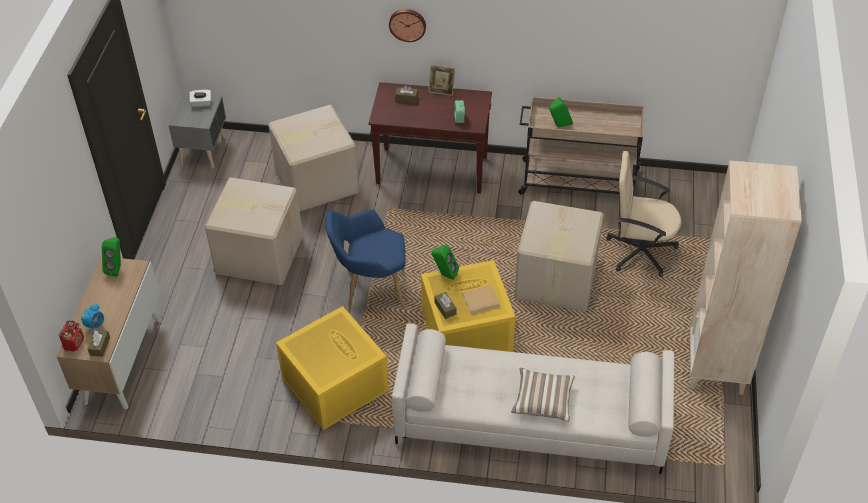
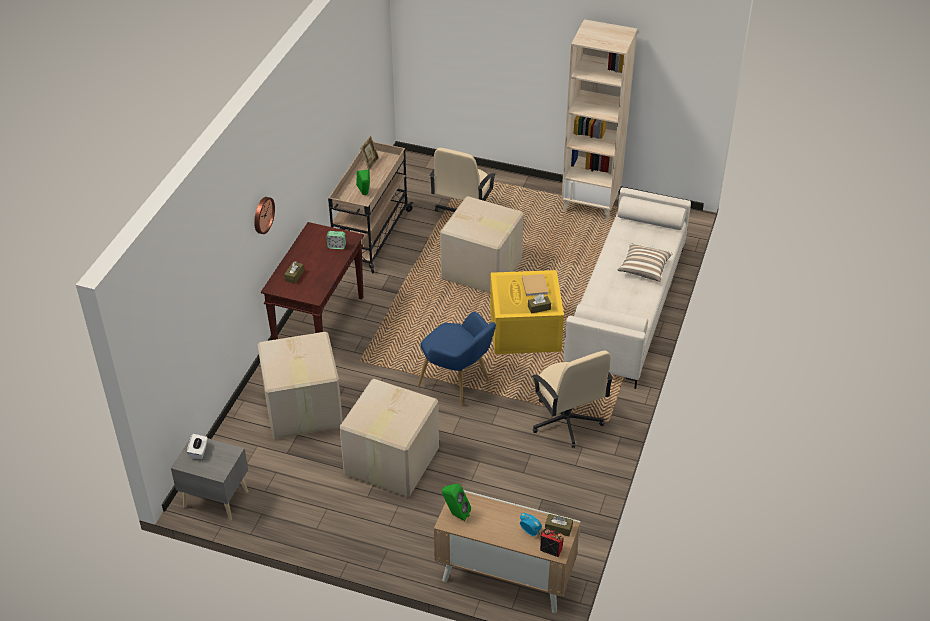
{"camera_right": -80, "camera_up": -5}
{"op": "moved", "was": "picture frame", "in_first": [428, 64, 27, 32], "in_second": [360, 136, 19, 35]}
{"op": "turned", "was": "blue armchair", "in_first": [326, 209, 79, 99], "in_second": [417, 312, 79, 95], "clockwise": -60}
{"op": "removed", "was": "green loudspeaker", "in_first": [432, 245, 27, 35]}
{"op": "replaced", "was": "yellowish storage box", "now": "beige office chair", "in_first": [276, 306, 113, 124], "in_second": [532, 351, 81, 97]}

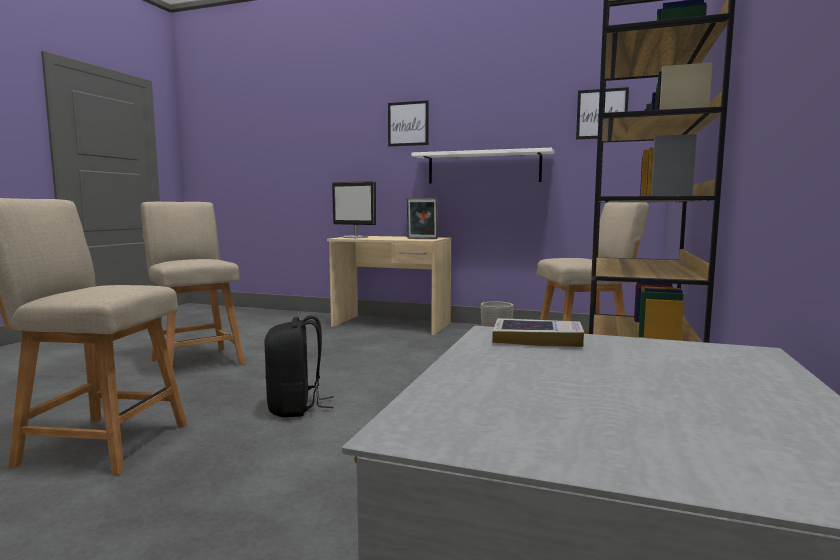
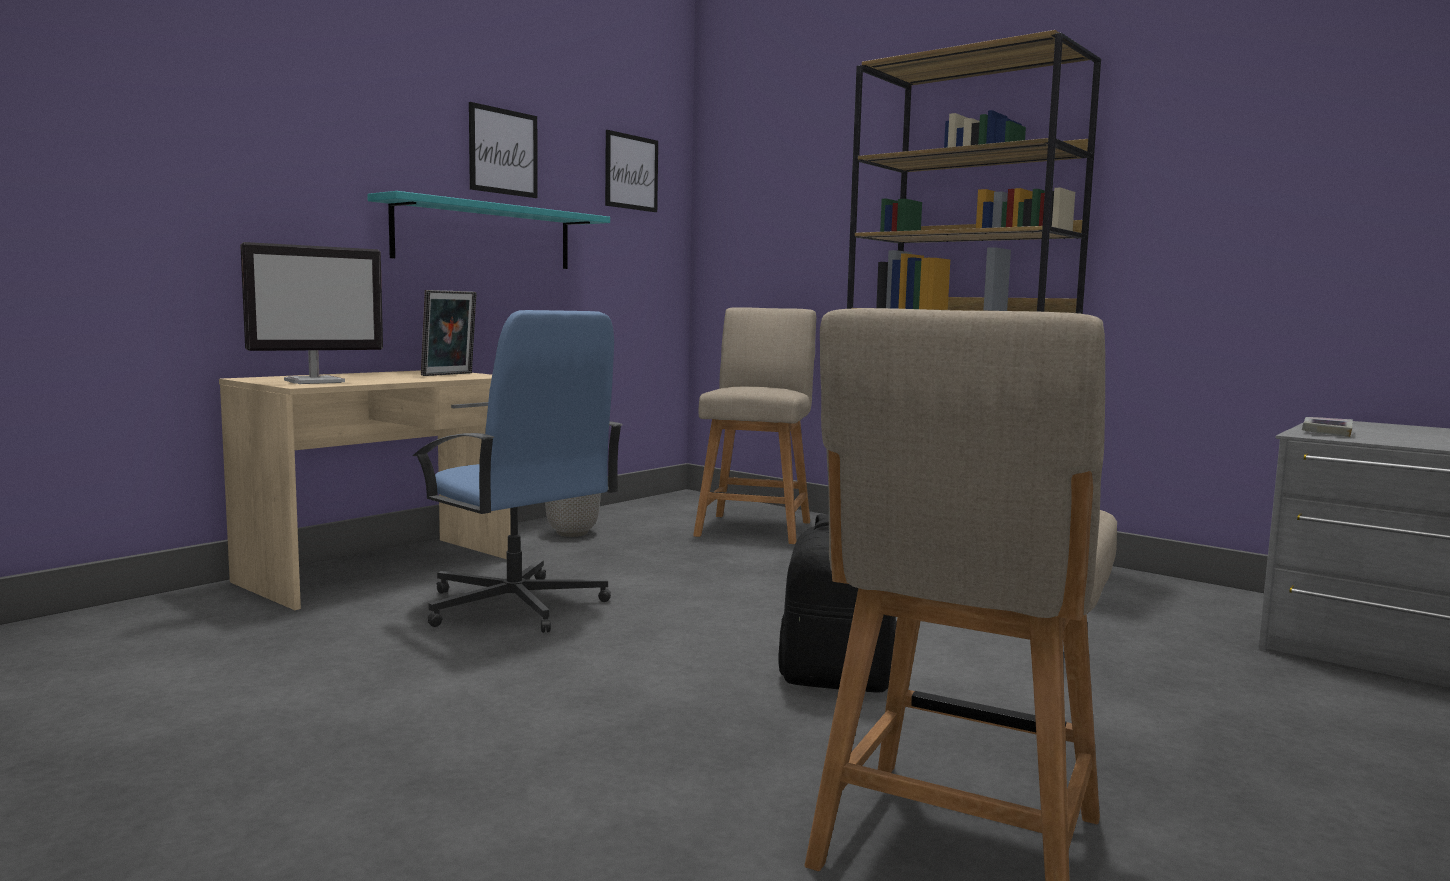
{"camera_right": -70, "camera_up": 0}
{"op": "moved", "was": "wall art", "in_first": [388, 100, 41, 46], "in_second": [469, 102, 69, 96]}
{"op": "recoloured", "was": "white-coloured bracket shelf", "now": "turquoise bracket shelf", "in_first": [411, 148, 143, 36], "in_second": [367, 191, 243, 78]}
{"op": "removed", "was": "beige upright chair", "in_first": [140, 202, 106, 165]}
{"op": "added", "now": "blue office chair", "in_second": [413, 310, 210, 323]}

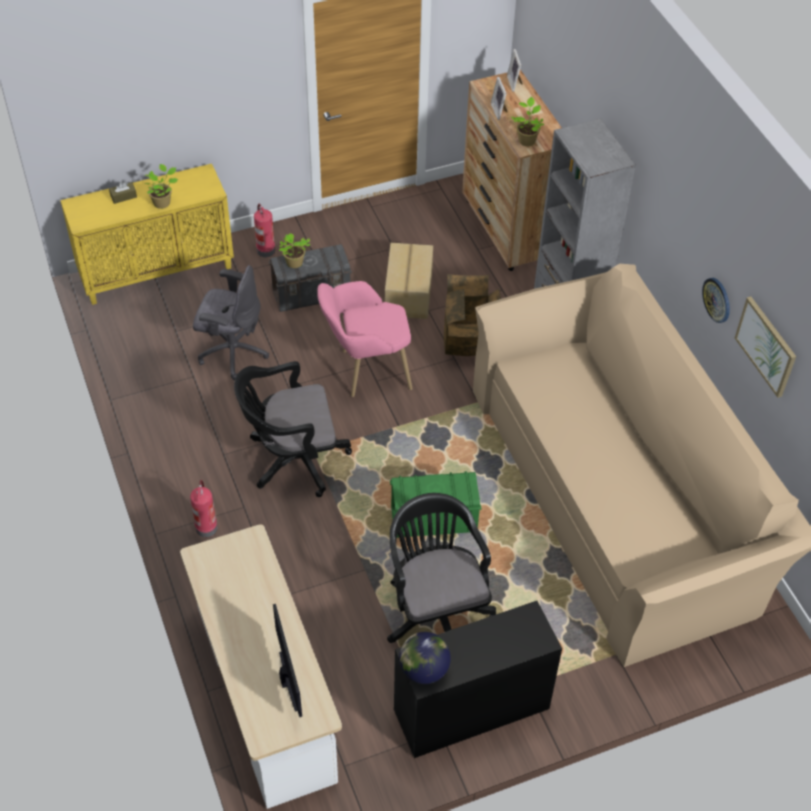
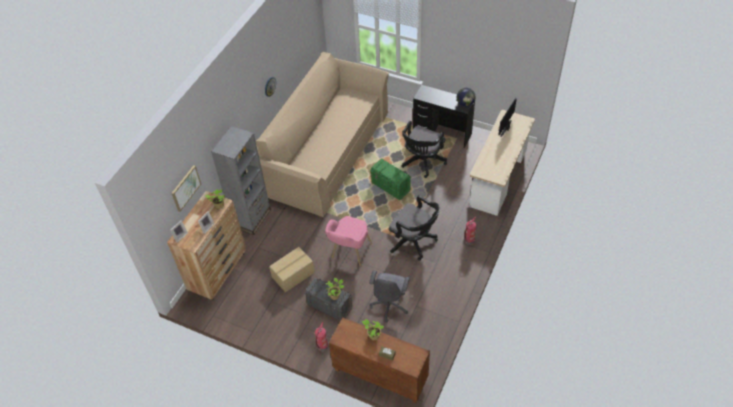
{"camera_right": -130, "camera_up": 0}
{"op": "recoloured", "was": "yellowish cupboard", "now": "brownish cupboard", "in_first": [60, 164, 174, 141], "in_second": [329, 317, 101, 87]}
{"op": "turned", "was": "grey office chair", "in_first": [193, 265, 76, 115], "in_second": [369, 270, 41, 52], "clockwise": -135}
{"op": "removed", "was": "cardboard box", "in_first": [443, 274, 58, 82]}
{"op": "turned", "was": "pink-coloured armchair", "in_first": [317, 281, 96, 116], "in_second": [325, 216, 47, 51], "clockwise": 75}
{"op": "moved", "was": "wall art", "in_first": [735, 296, 61, 102], "in_second": [172, 165, 29, 47]}

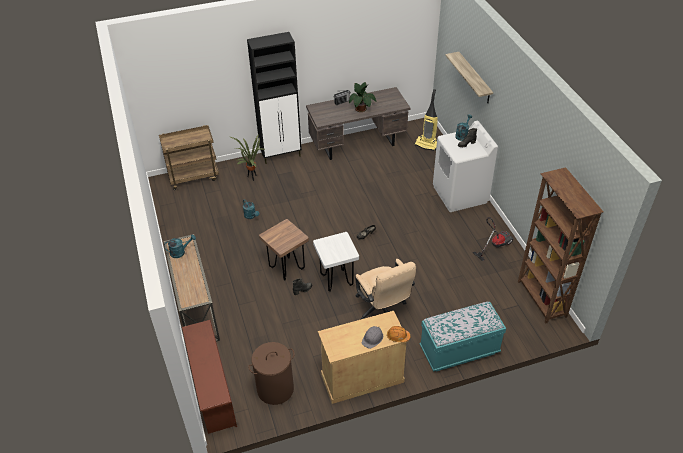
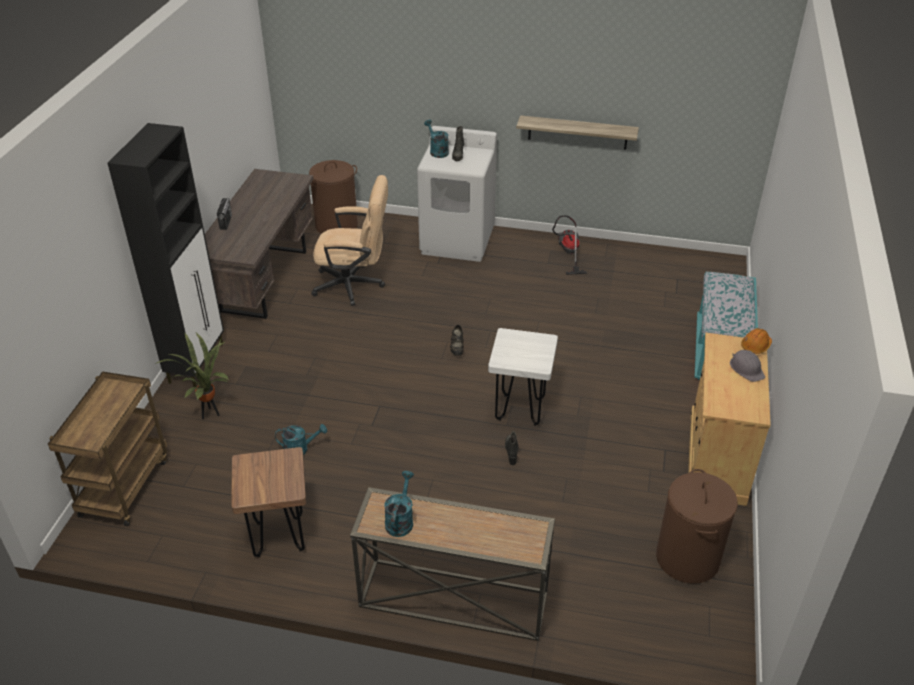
{"camera_right": -60, "camera_up": -5}
{"op": "moved", "was": "bracket shelf", "in_first": [445, 52, 48, 51], "in_second": [516, 115, 123, 35]}
{"op": "removed", "was": "houseplant", "in_first": [349, 82, 27, 30]}
{"op": "replaced", "was": "vacuum", "now": "brownish washing basket", "in_first": [414, 89, 24, 62], "in_second": [309, 160, 49, 74]}
{"op": "removed", "was": "brownish shelving unit", "in_first": [518, 167, 86, 156]}
{"op": "moved", "was": "brownish stool", "in_first": [259, 219, 50, 61], "in_second": [231, 447, 75, 110]}
{"op": "moved", "was": "beige office chair", "in_first": [355, 259, 61, 60], "in_second": [311, 175, 77, 131]}
{"op": "removed", "was": "brownish shoe shelf", "in_first": [182, 320, 55, 114]}

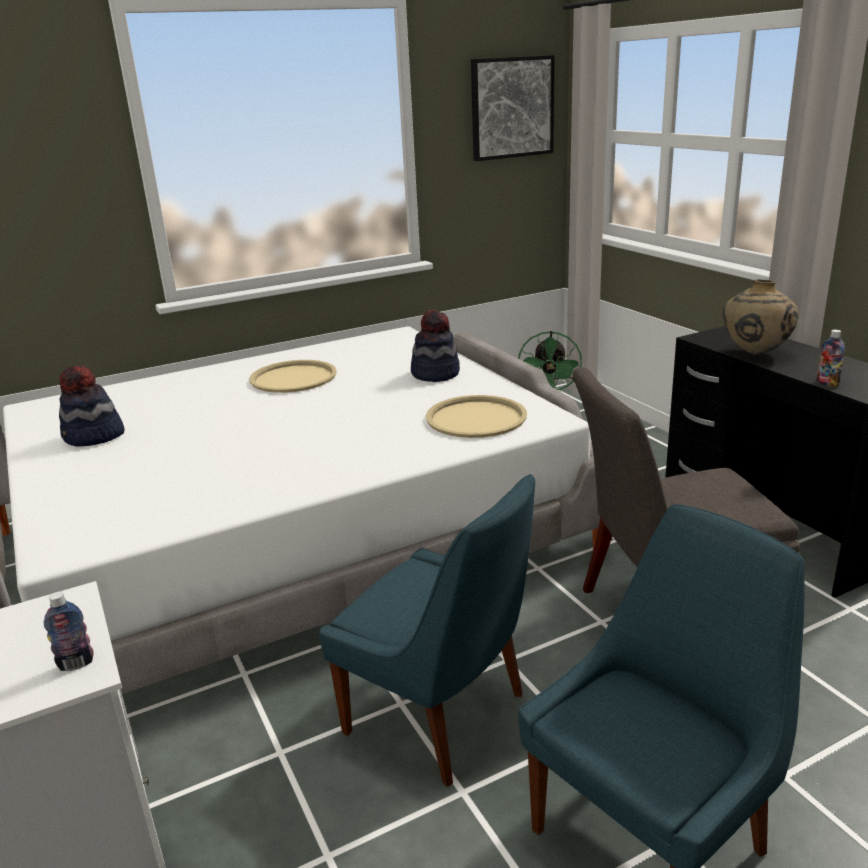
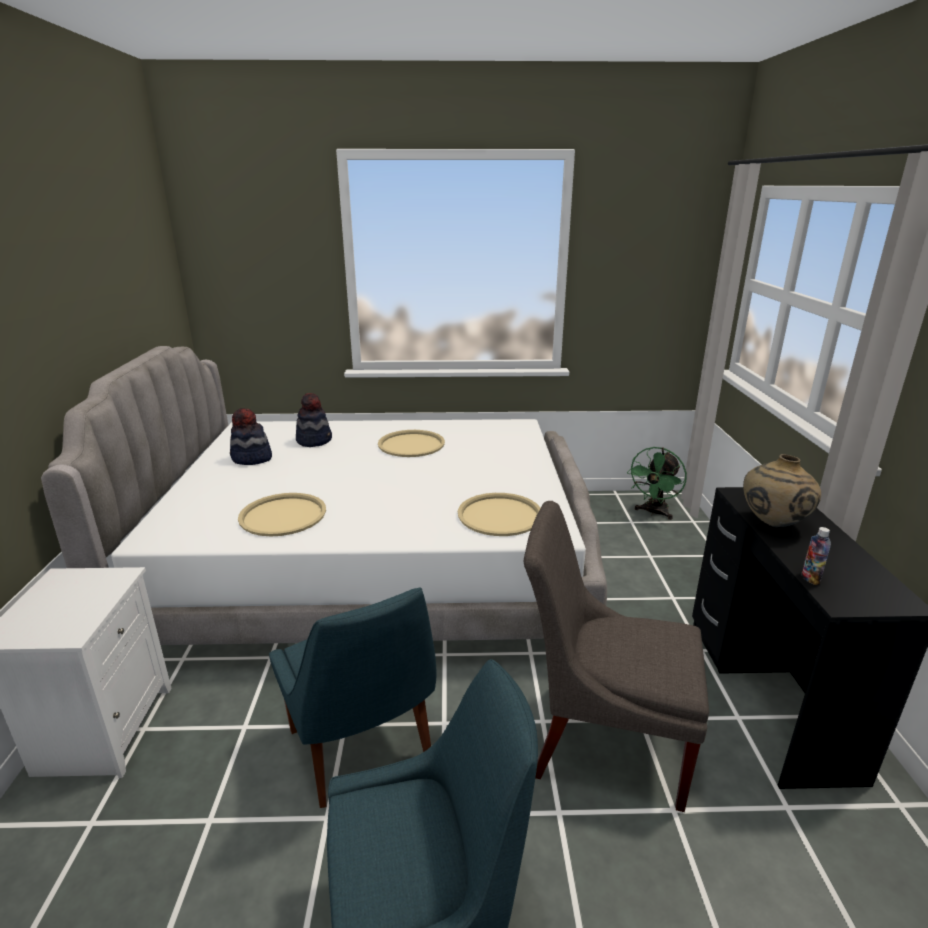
{"camera_right": 25, "camera_up": 0}
{"op": "removed", "was": "wall art", "in_first": [471, 55, 84, 106]}
{"op": "moved", "was": "hat", "in_first": [411, 310, 49, 72], "in_second": [296, 393, 36, 54]}
{"op": "removed", "was": "bottle", "in_first": [44, 591, 50, 80]}
{"op": "added", "now": "beige tray", "in_second": [238, 493, 88, 43]}

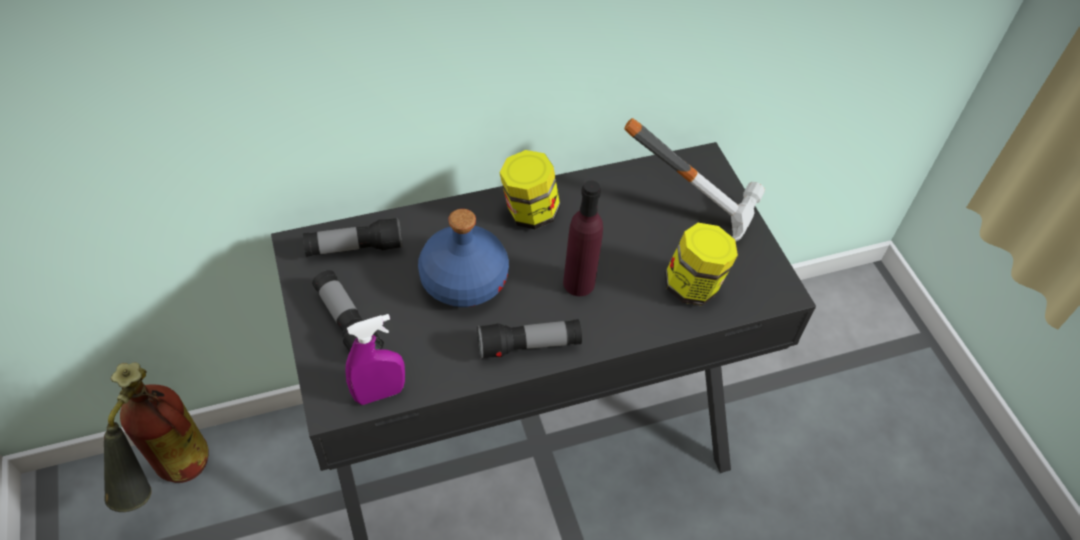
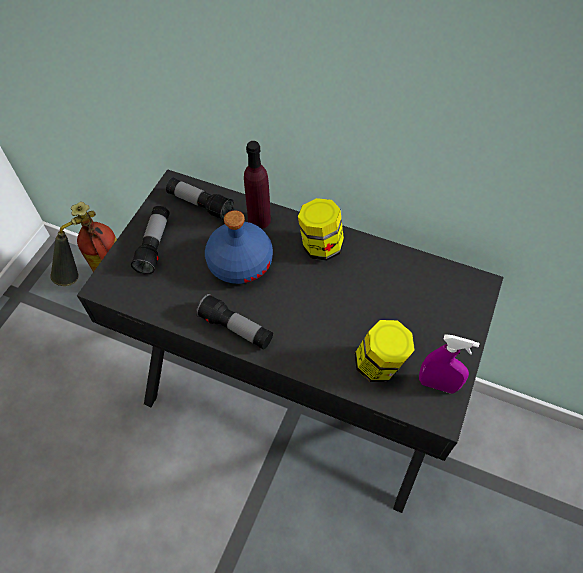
{"camera_right": 45, "camera_up": 5}
{"op": "removed", "was": "hammer", "in_first": [624, 118, 141, 124]}
{"op": "moved", "was": "purple-coloured bottle", "in_first": [563, 180, 40, 116], "in_second": [244, 141, 27, 88]}
{"op": "moved", "was": "purple-coloured sprayer", "in_first": [345, 314, 60, 91], "in_second": [419, 334, 61, 60]}

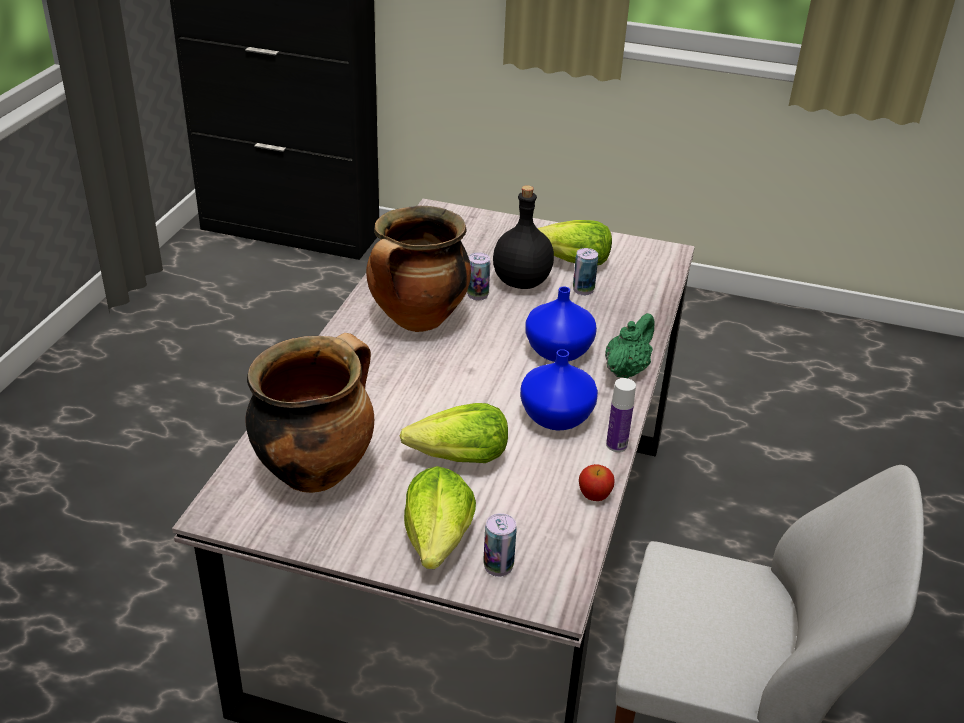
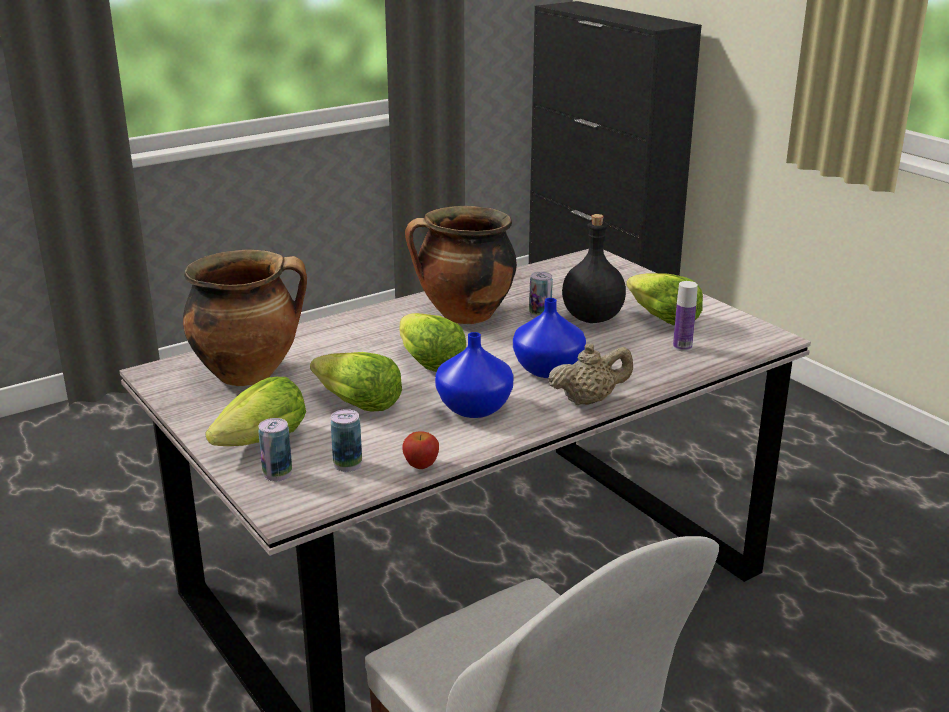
{"camera_right": 40, "camera_up": -10}
{"op": "moved", "was": "sealed can", "in_first": [573, 248, 25, 47], "in_second": [330, 409, 32, 63]}
{"op": "recoloured", "was": "green tea pot", "now": "beige tea pot", "in_first": [605, 313, 50, 65], "in_second": [548, 343, 85, 62]}
{"op": "moved", "was": "bottle", "in_first": [606, 378, 30, 74], "in_second": [673, 281, 25, 71]}
{"op": "added", "now": "lettuce", "in_second": [399, 313, 67, 59]}

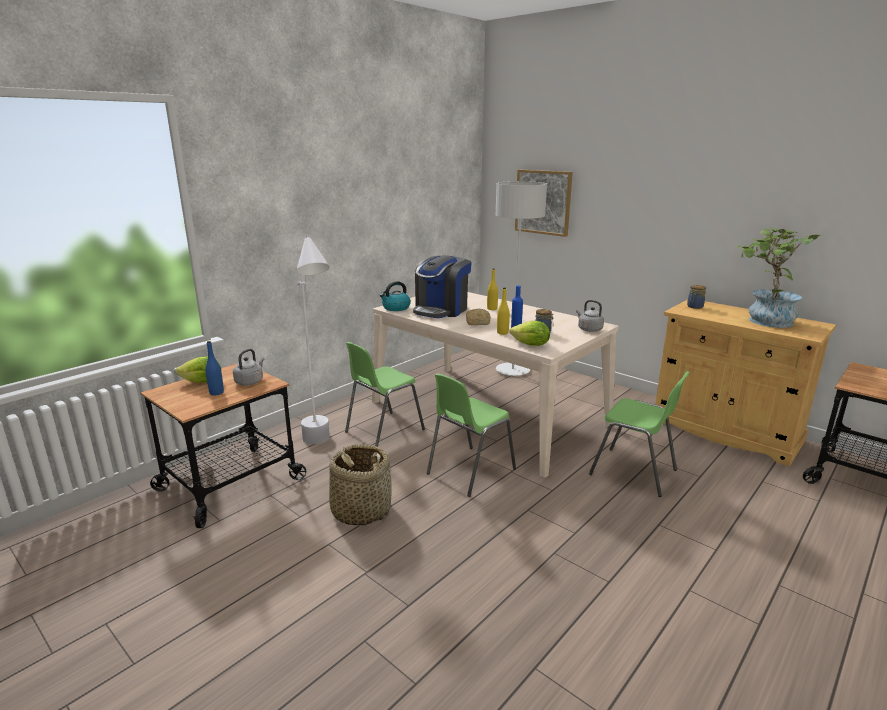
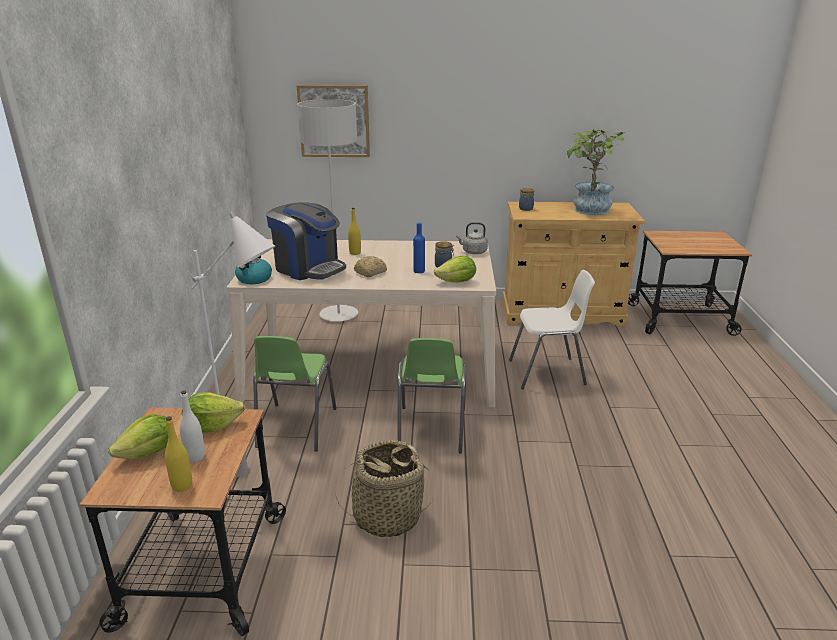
{"camera_right": -40, "camera_up": 5}
{"op": "turned", "was": "coffee maker", "in_first": [413, 255, 59, 63], "in_second": [266, 202, 80, 78], "clockwise": -45}
{"op": "moved", "was": "yellowish bottle", "in_first": [497, 287, 13, 48], "in_second": [165, 416, 27, 76]}
{"op": "recoloured", "was": "blue bottle", "now": "white-coloured bottle", "in_first": [206, 341, 18, 54], "in_second": [180, 390, 25, 72]}
{"op": "replaced", "was": "grey kettle", "now": "lettuce", "in_first": [233, 349, 32, 37], "in_second": [182, 393, 63, 40]}
{"op": "recoloured", "was": "green upright chair", "now": "white-coloured upright chair", "in_first": [589, 371, 101, 126], "in_second": [509, 270, 86, 119]}

